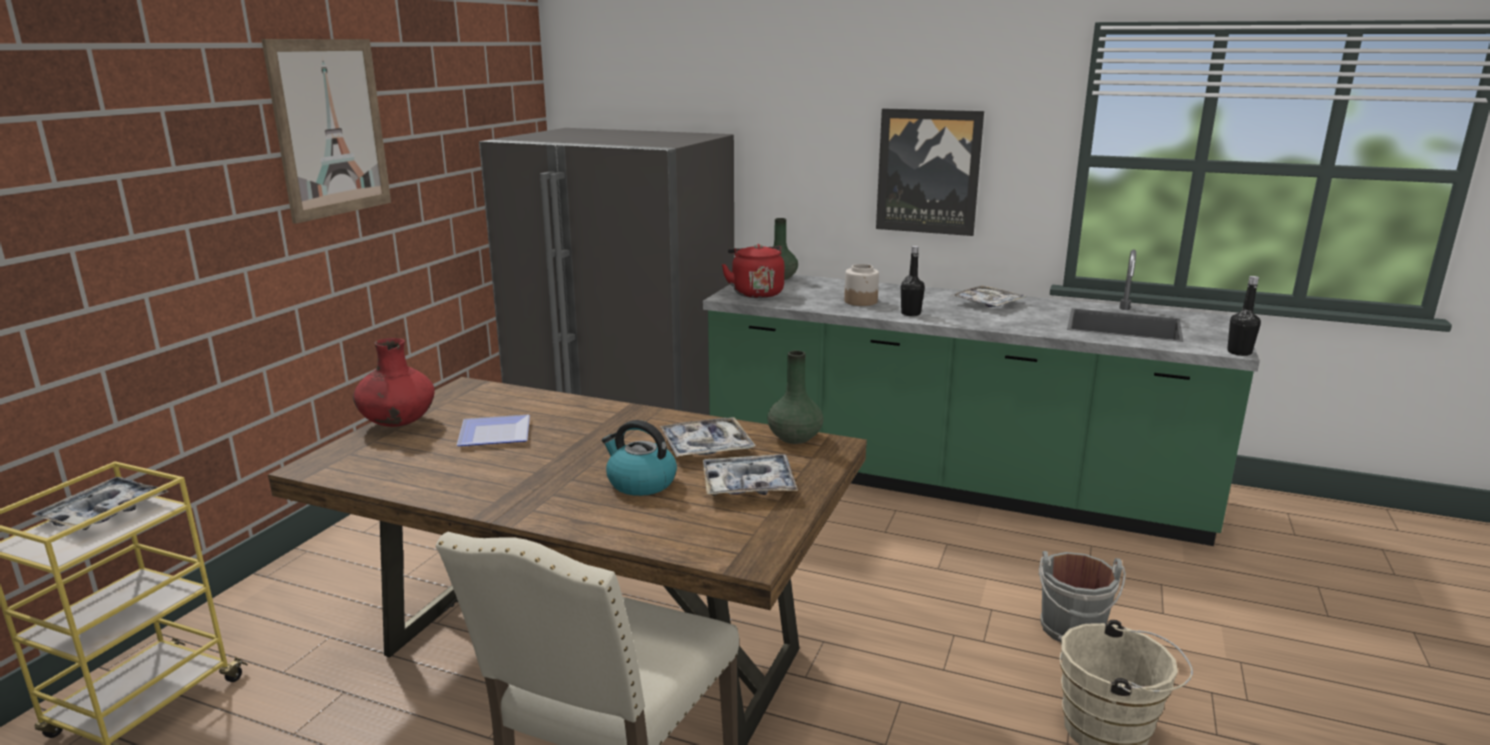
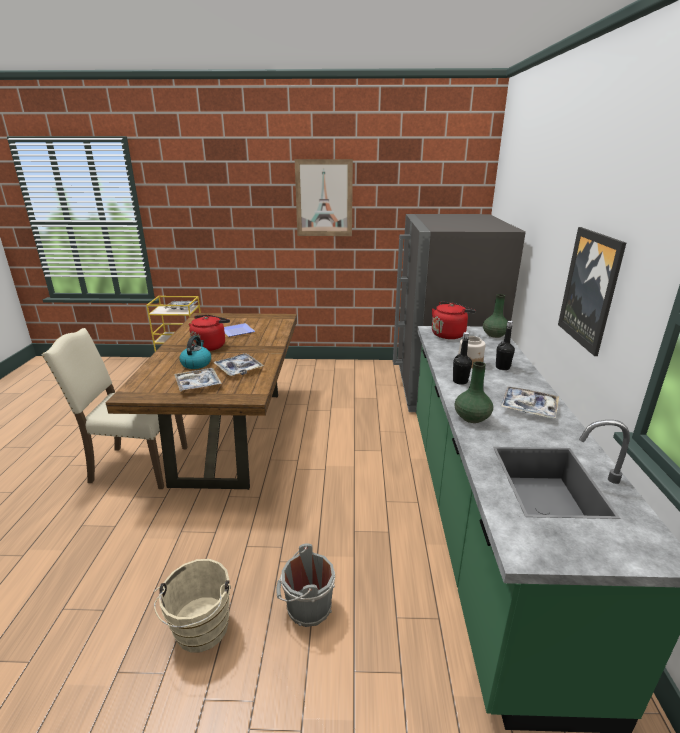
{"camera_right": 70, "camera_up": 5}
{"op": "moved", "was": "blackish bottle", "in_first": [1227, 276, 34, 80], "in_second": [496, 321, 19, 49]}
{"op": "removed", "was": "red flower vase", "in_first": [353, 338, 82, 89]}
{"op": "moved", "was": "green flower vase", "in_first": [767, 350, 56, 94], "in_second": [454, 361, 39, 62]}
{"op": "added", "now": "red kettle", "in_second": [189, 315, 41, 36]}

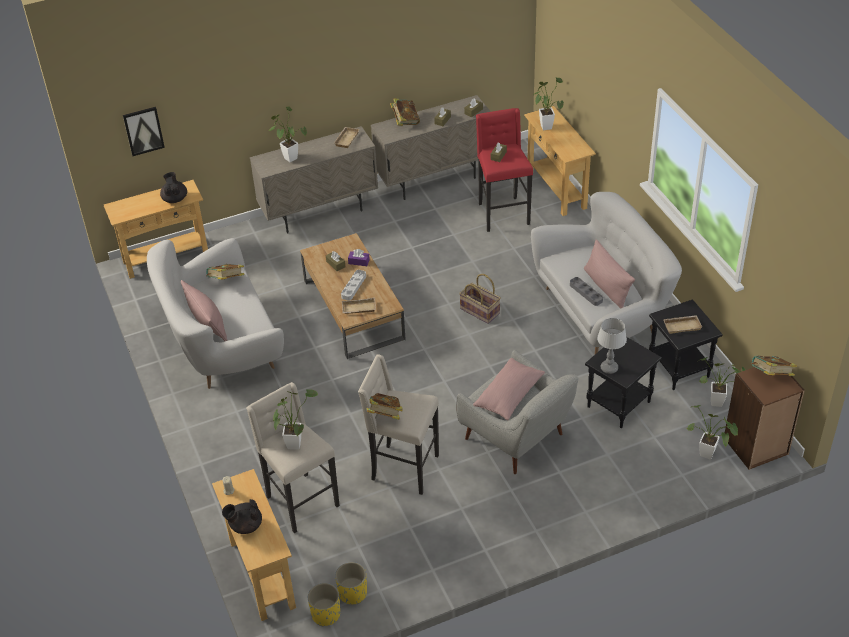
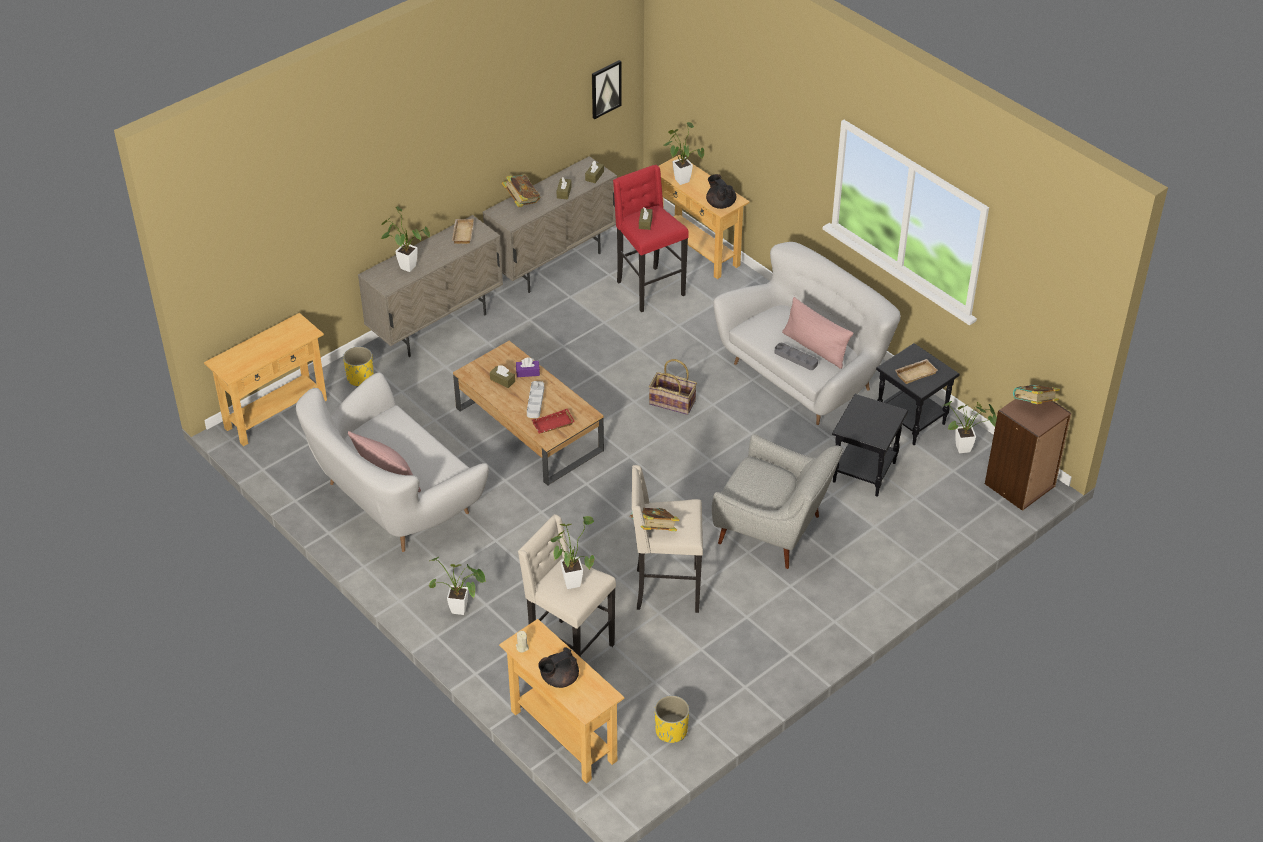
{"camera_right": -20, "camera_up": 0}
{"op": "moved", "was": "wall art", "in_first": [123, 106, 42, 50], "in_second": [592, 60, 30, 59]}
{"op": "moved", "was": "blackish tea pot", "in_first": [160, 172, 27, 31], "in_second": [706, 174, 30, 35]}
{"op": "removed", "was": "volume", "in_first": [206, 264, 39, 16]}
{"op": "recoloured", "was": "beige tray", "now": "red tray", "in_first": [342, 297, 34, 17], "in_second": [532, 409, 43, 24]}
{"op": "removed", "was": "lamp for a table", "in_first": [597, 318, 30, 56]}
{"op": "removed", "was": "pink-coloured cushion", "in_first": [473, 358, 72, 62]}
{"op": "moved", "was": "houseplant", "in_first": [687, 405, 51, 54], "in_second": [429, 557, 57, 58]}
{"op": "moved", "was": "yellowish planter", "in_first": [308, 583, 32, 43], "in_second": [343, 347, 31, 40]}

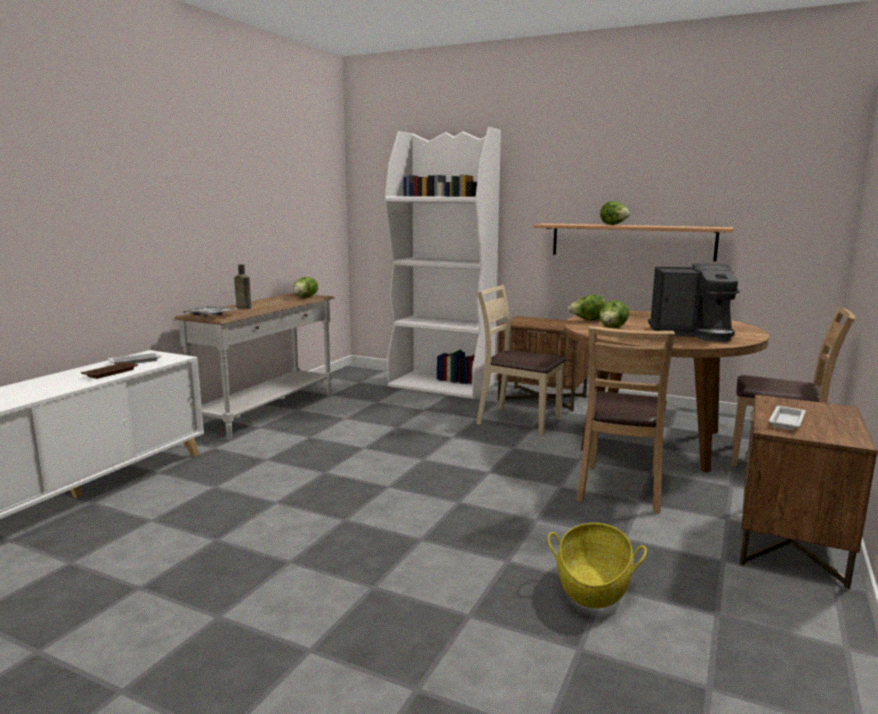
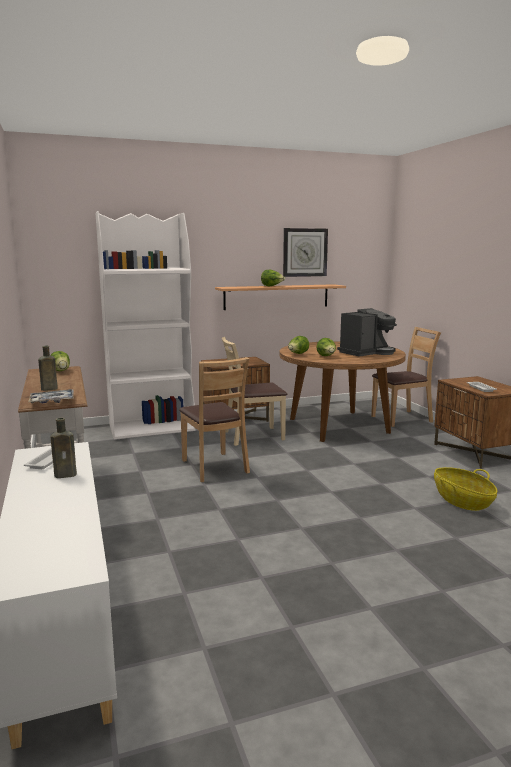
{"camera_right": -45, "camera_up": 0}
{"op": "moved", "was": "brownish upright chair", "in_first": [577, 326, 98, 187], "in_second": [179, 357, 71, 125]}
{"op": "replaced", "was": "brownish tray", "now": "brownish bottle", "in_first": [81, 362, 57, 17], "in_second": [51, 418, 26, 60]}
{"op": "added", "now": "hanging clock", "in_second": [283, 228, 45, 49]}

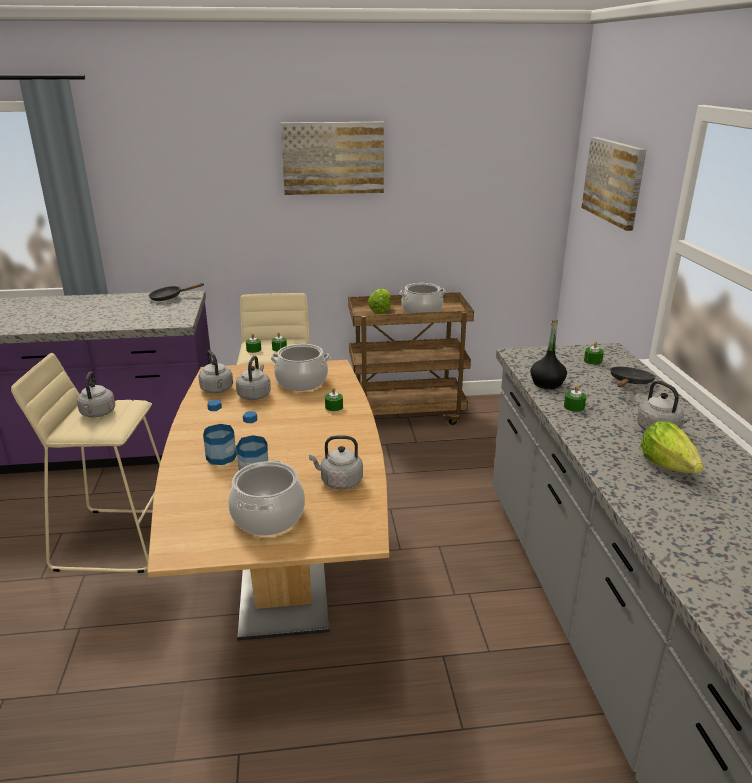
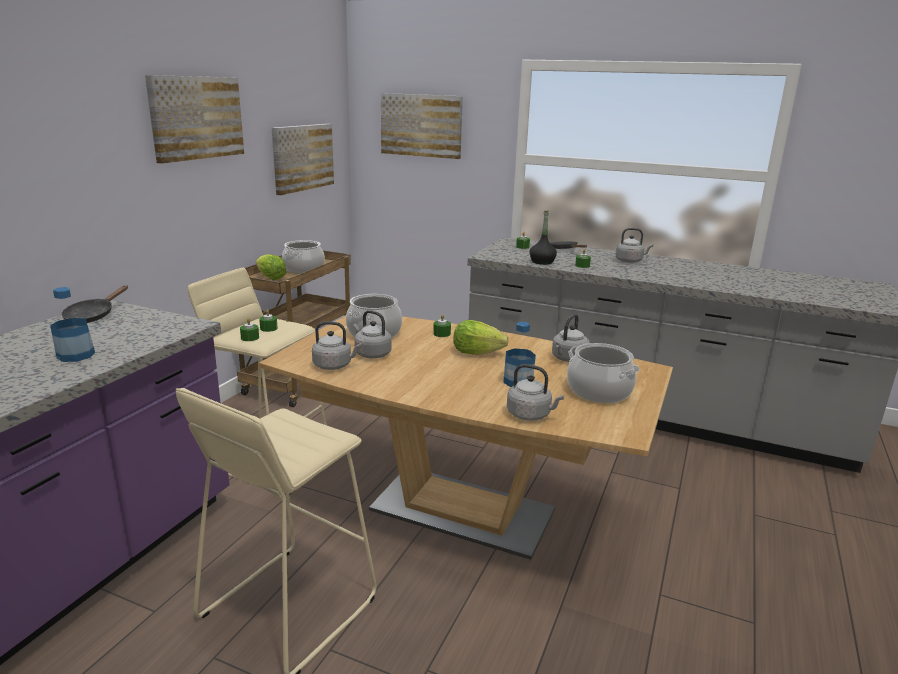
{"camera_right": -60, "camera_up": -5}
{"op": "moved", "was": "grey kettle", "in_first": [77, 372, 38, 45], "in_second": [507, 364, 57, 57]}
{"op": "moved", "was": "bottle", "in_first": [203, 400, 34, 65], "in_second": [50, 287, 45, 75]}
{"op": "moved", "was": "lettuce", "in_first": [641, 422, 62, 52], "in_second": [453, 320, 56, 35]}
{"op": "added", "now": "wall art", "in_second": [272, 124, 62, 71]}

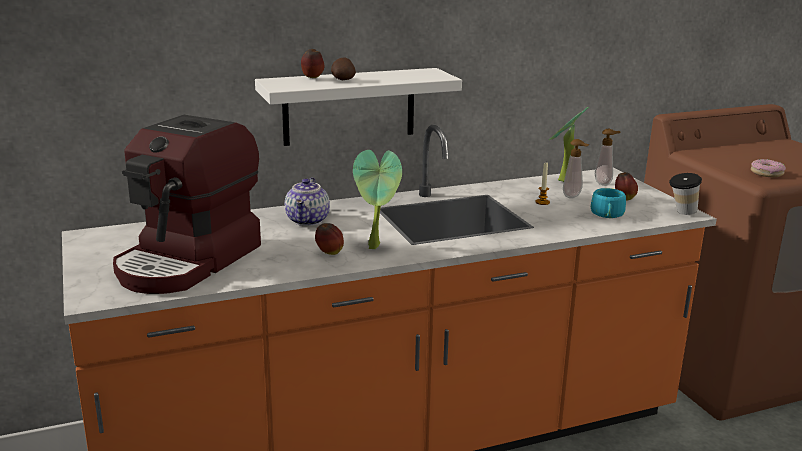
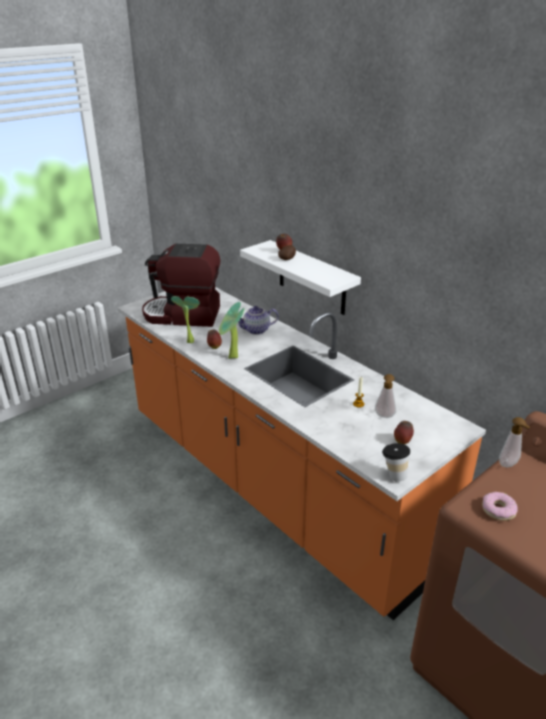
{"camera_right": 70, "camera_up": 10}
{"op": "moved", "was": "houseplant", "in_first": [549, 107, 40, 75], "in_second": [171, 296, 29, 47]}
{"op": "moved", "was": "soap bottle", "in_first": [595, 129, 26, 57], "in_second": [499, 417, 31, 50]}
{"op": "removed", "was": "turquoise drinking cup", "in_first": [591, 188, 35, 30]}

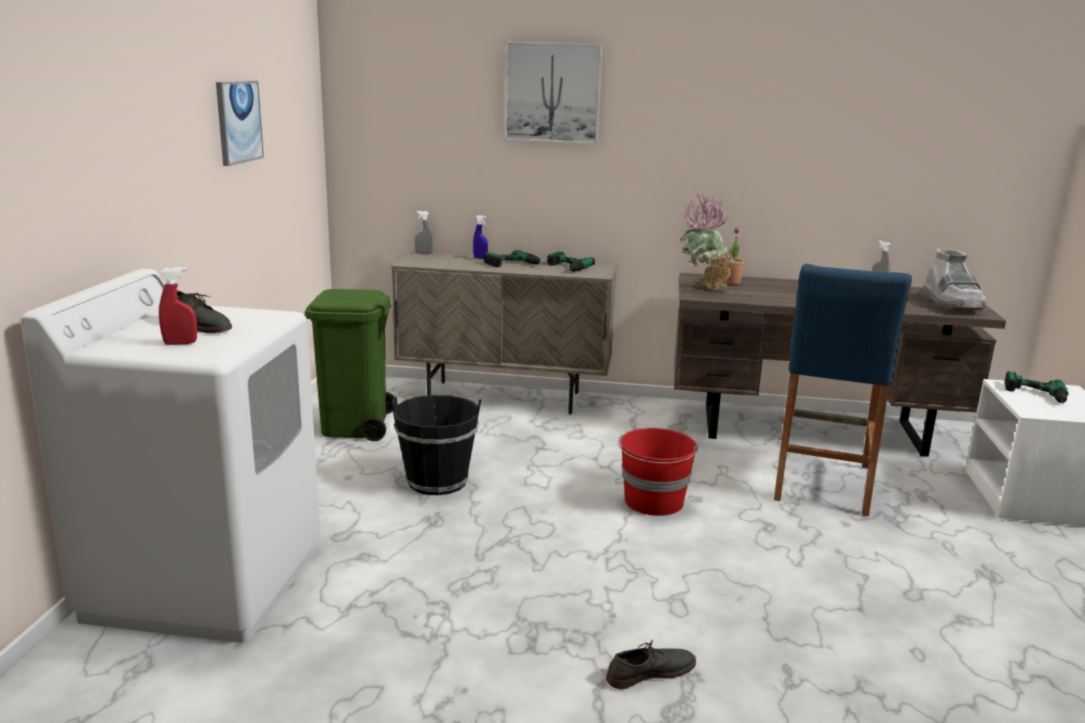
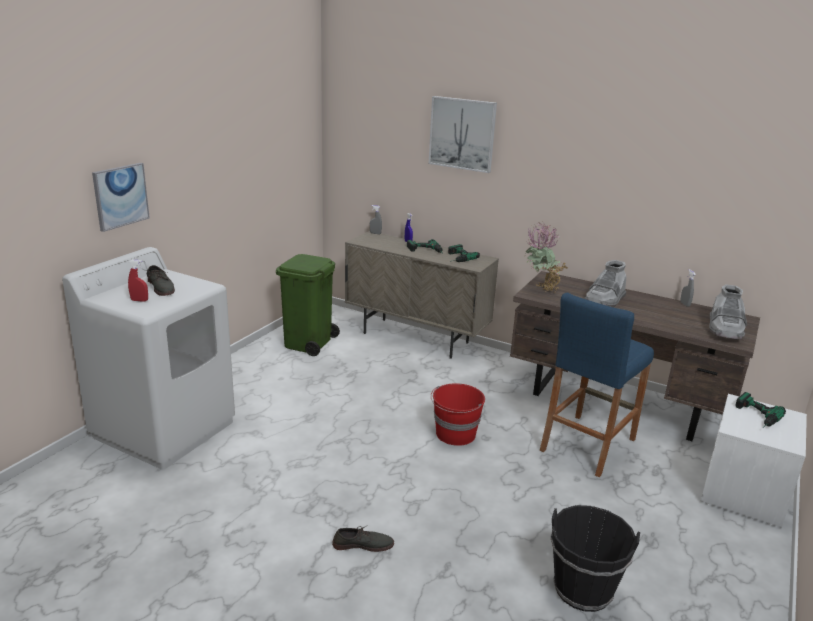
{"camera_right": 20, "camera_up": 5}
{"op": "moved", "was": "wall art", "in_first": [216, 81, 48, 85], "in_second": [92, 163, 58, 69]}
{"op": "removed", "was": "houseplant", "in_first": [722, 227, 22, 57]}
{"op": "moved", "was": "blackish water bucket", "in_first": [391, 395, 90, 100], "in_second": [551, 505, 89, 107]}
{"op": "added", "now": "grey high-top boot", "in_second": [584, 260, 43, 47]}

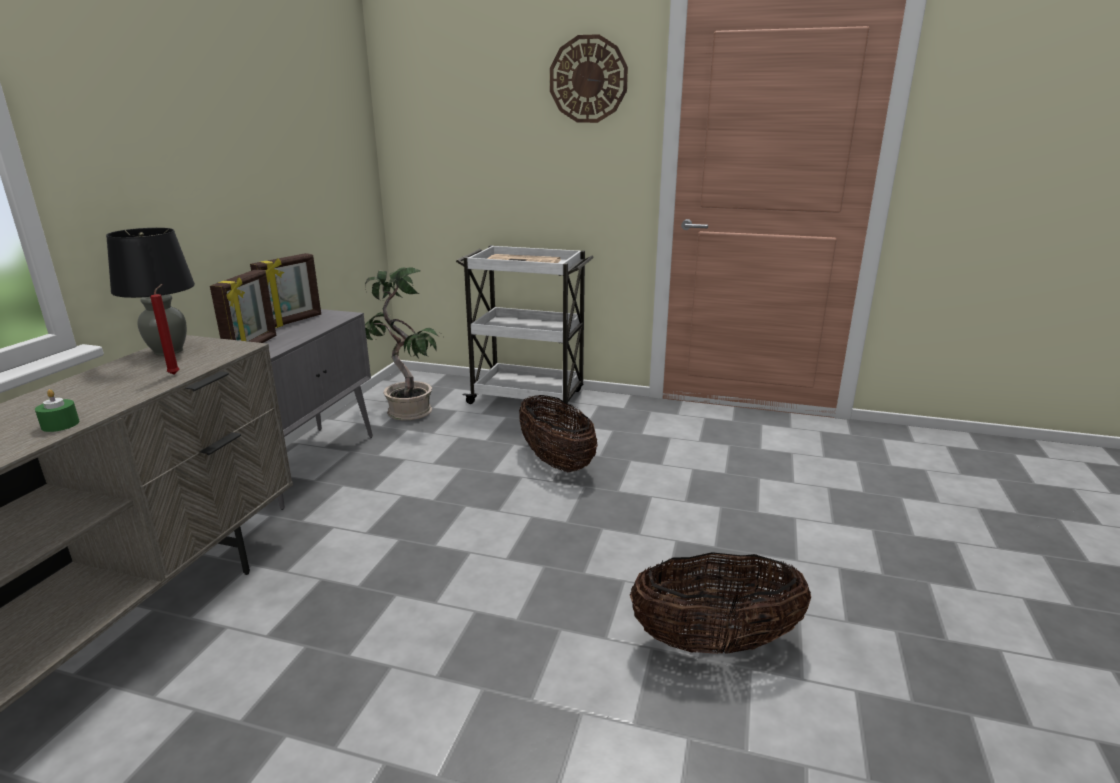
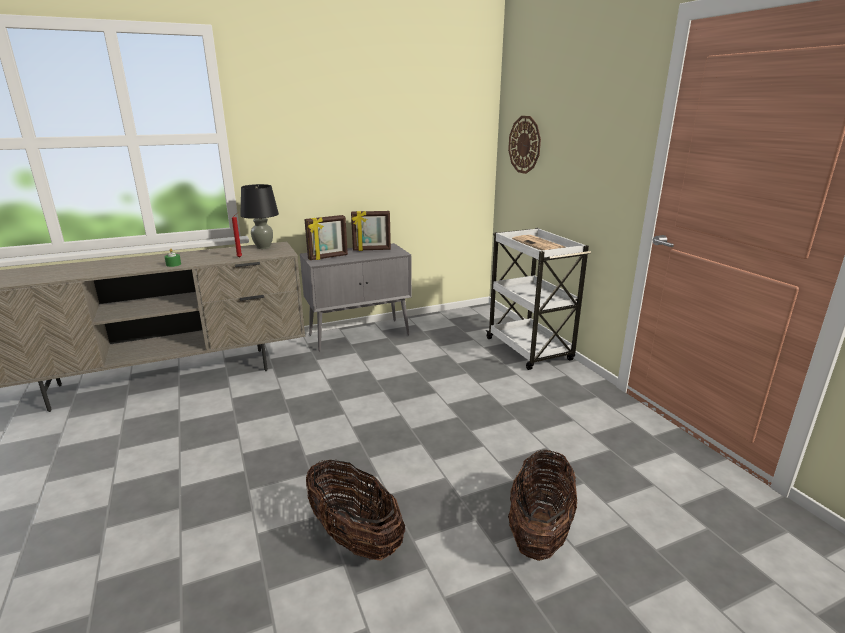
{"camera_right": 50, "camera_up": 0}
{"op": "moved", "was": "hanging clock", "in_first": [550, 34, 78, 89], "in_second": [508, 116, 33, 58]}
{"op": "removed", "was": "houseplant", "in_first": [365, 267, 74, 153]}
{"op": "moved", "was": "basket", "in_first": [519, 395, 79, 77], "in_second": [508, 449, 69, 112]}

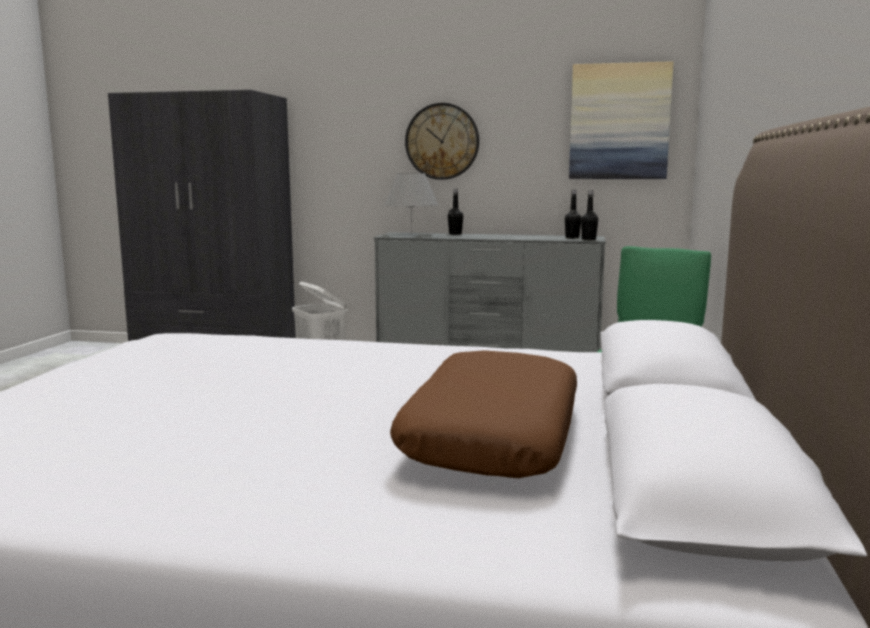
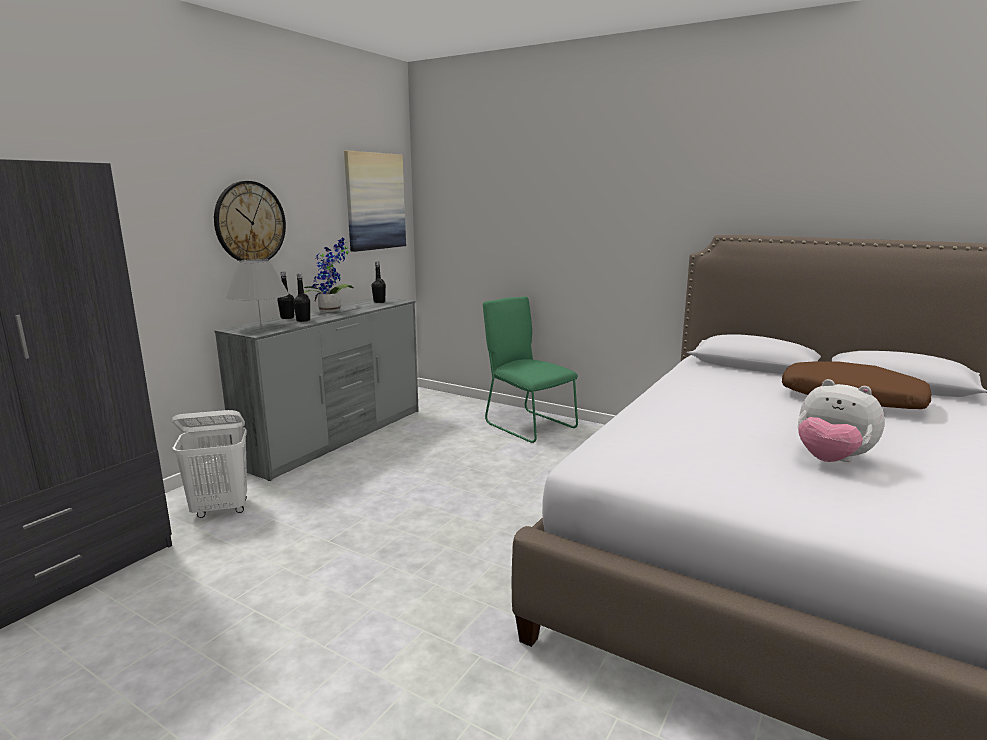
{"camera_right": -70, "camera_up": 5}
{"op": "moved", "was": "blackish bottle", "in_first": [581, 190, 17, 50], "in_second": [293, 273, 17, 49]}
{"op": "added", "now": "houseplant", "in_second": [304, 238, 50, 74]}
{"op": "added", "now": "plush toy", "in_second": [797, 379, 88, 83]}

